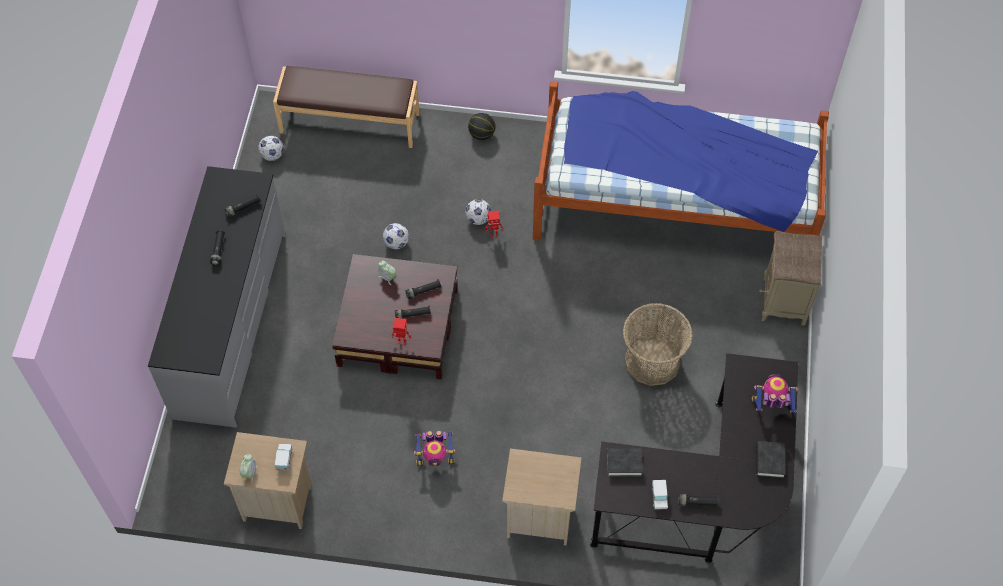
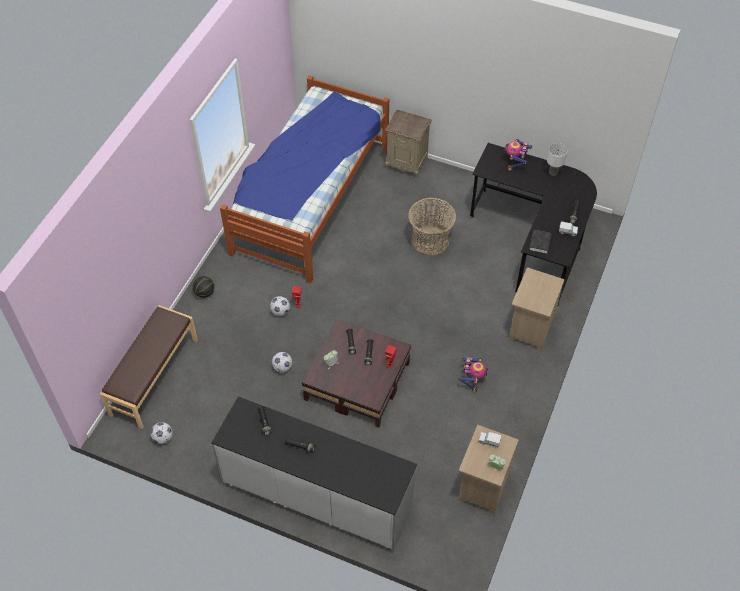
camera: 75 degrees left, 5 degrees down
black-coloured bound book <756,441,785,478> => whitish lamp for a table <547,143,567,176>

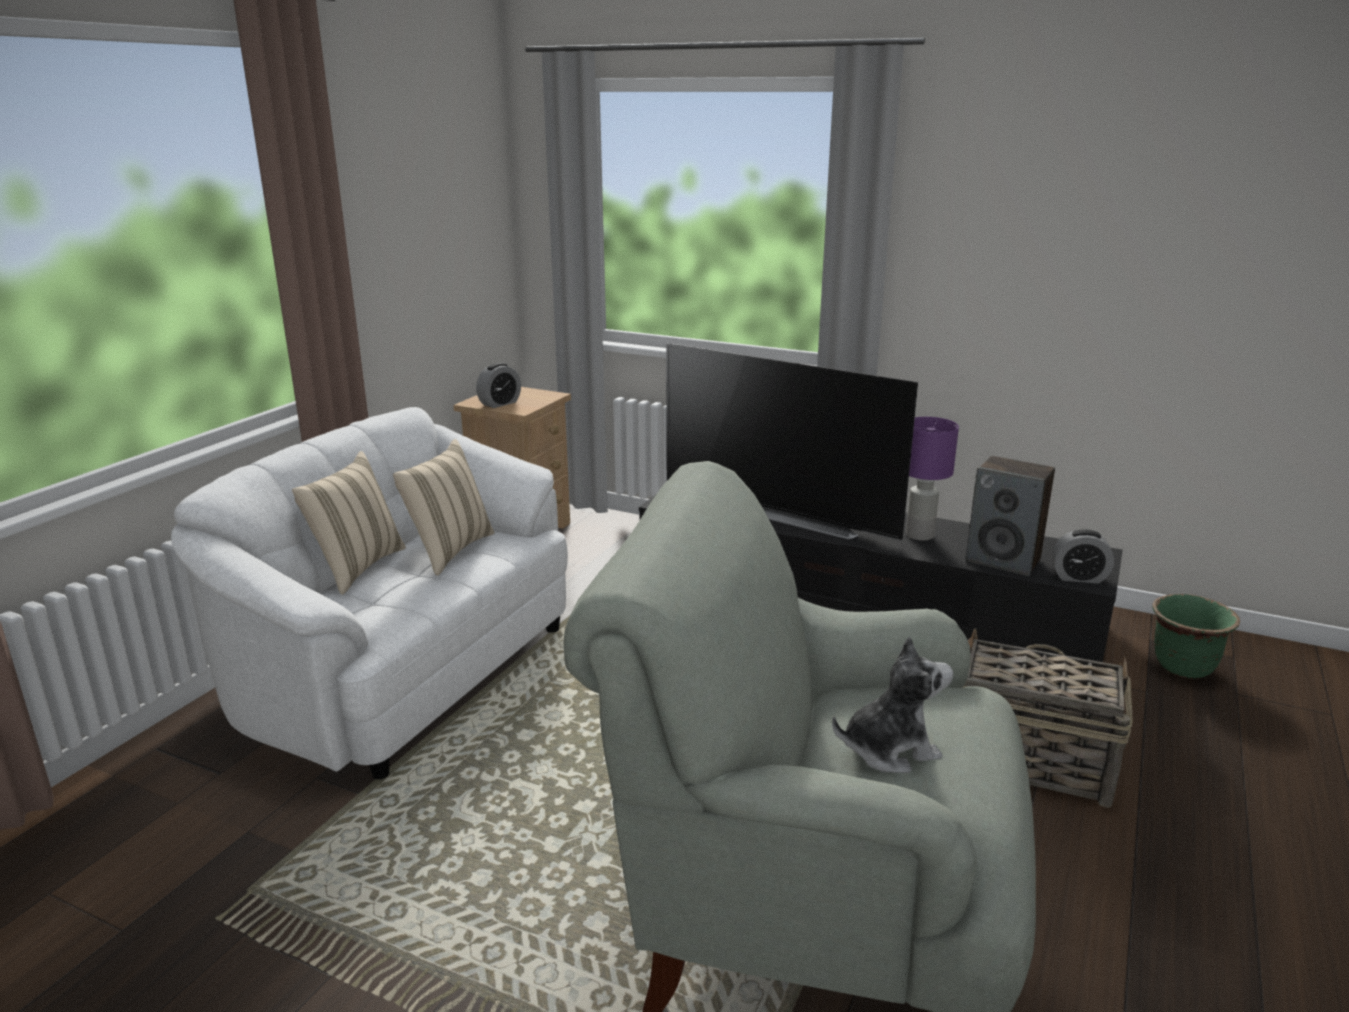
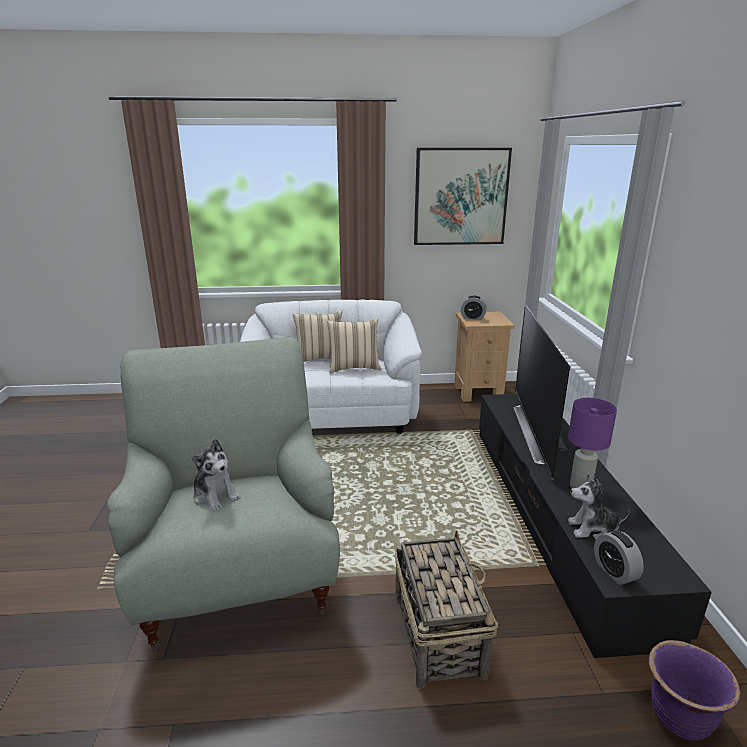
camera: 60 degrees right, 0 degrees up
loudspeaker <965,456,1055,576> => plush toy <568,474,630,539>
greenish planter <1152,594,1240,679> => purplish planter <648,640,741,741>
nothing => picture <414,148,512,245>

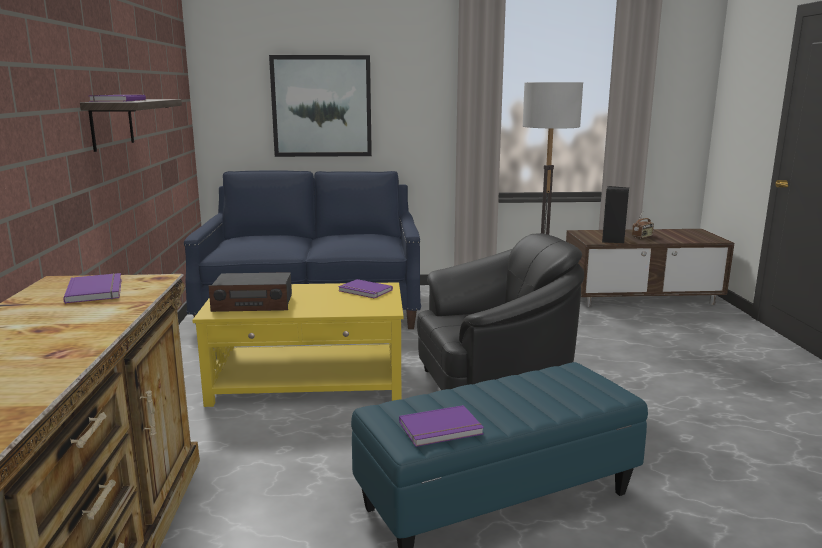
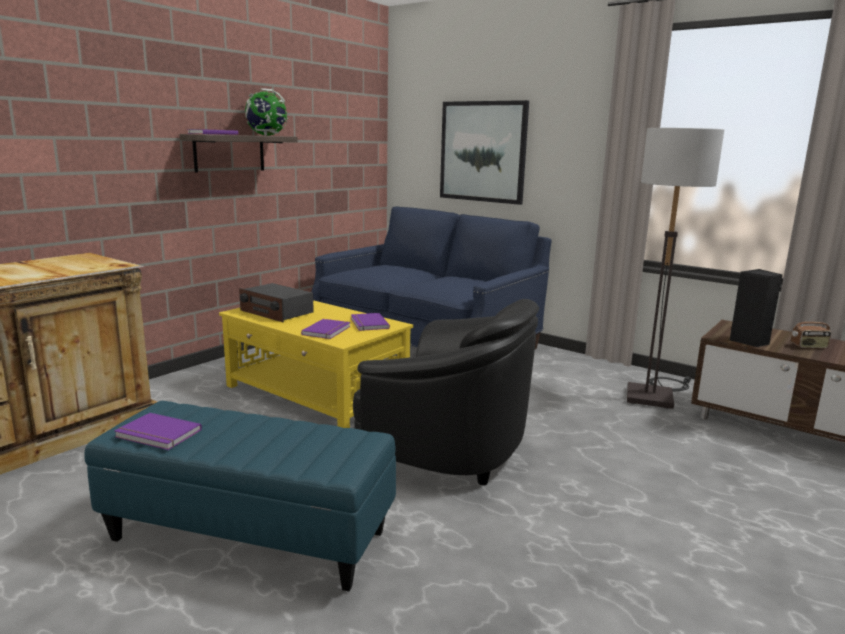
camera: 40 degrees right, 0 degrees up
purplish bound book <63,273,122,304> => purplish bound book <301,319,351,339>, shifted
nothing => globe <245,88,288,136>

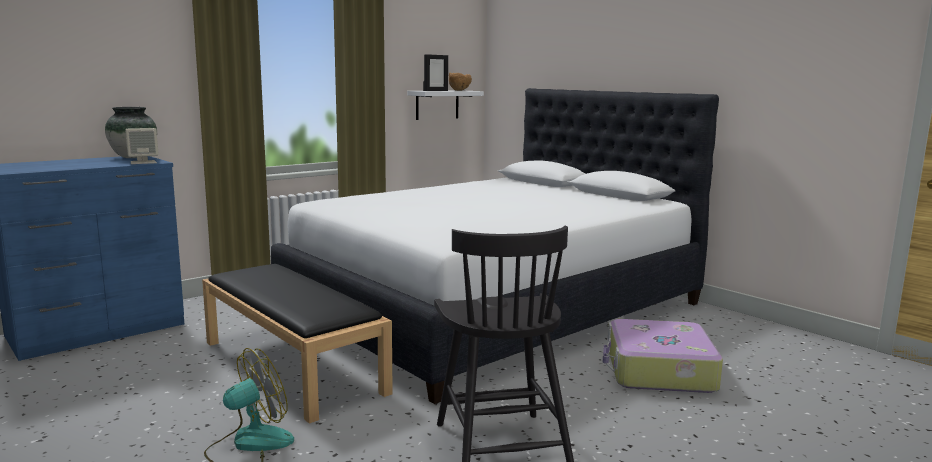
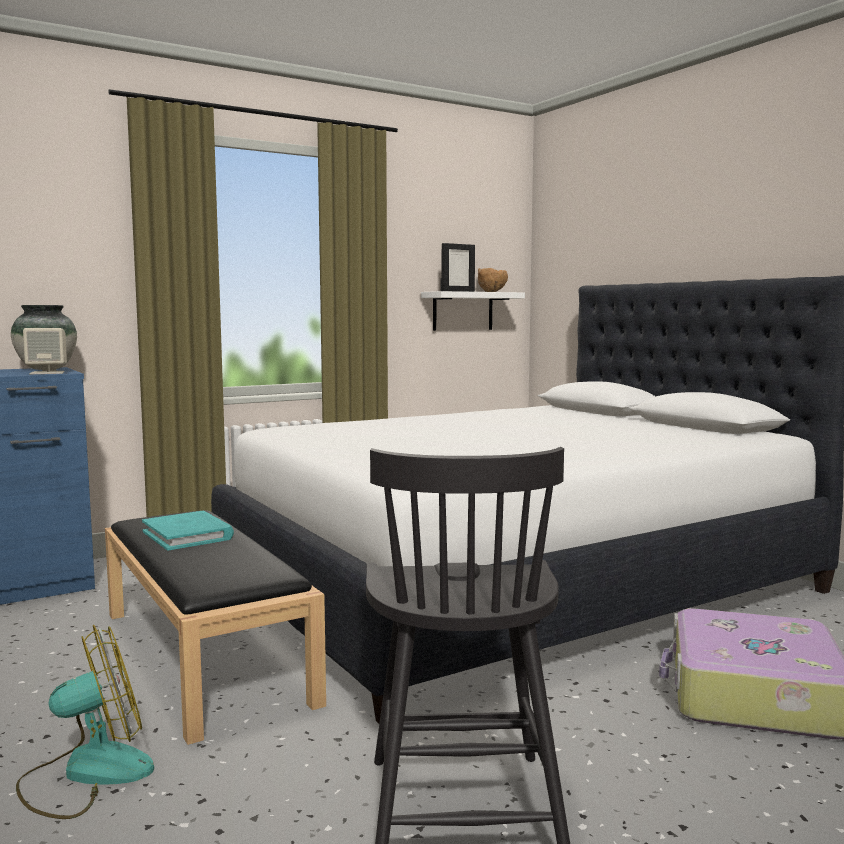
camera: 10 degrees right, 5 degrees down
nothing => blue-green bound book <142,511,234,550>

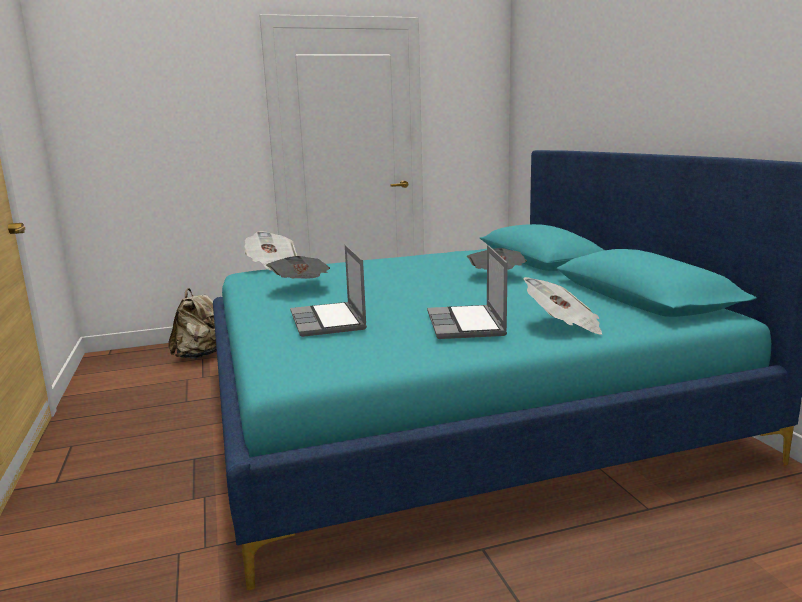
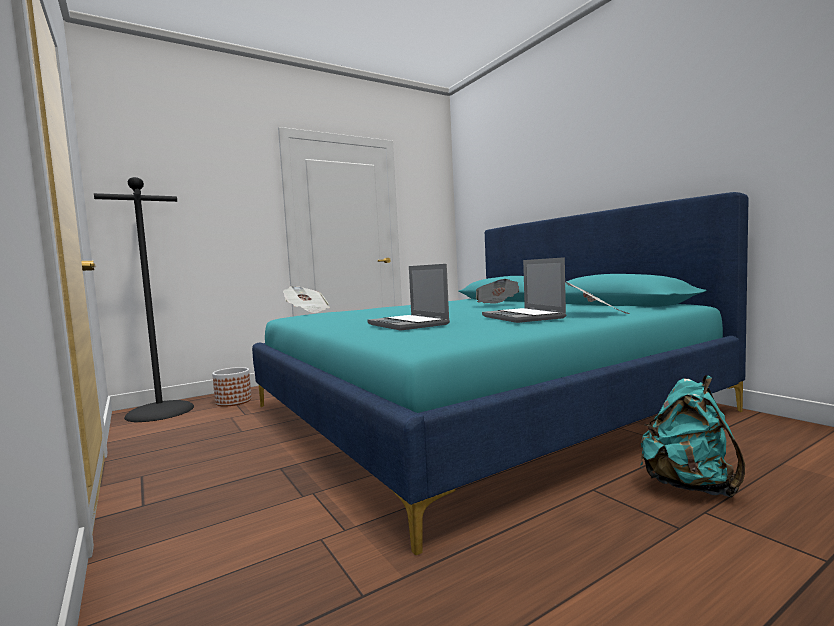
camera: 15 degrees left, 10 degrees down
printed paper <266,256,330,279> => nothing
sand-coloured rucksack <168,288,217,359> => planter <212,367,252,407>
nothing => black-coloured clothes rack <94,177,194,422>
nothing => blue-green rucksack <640,375,745,498>

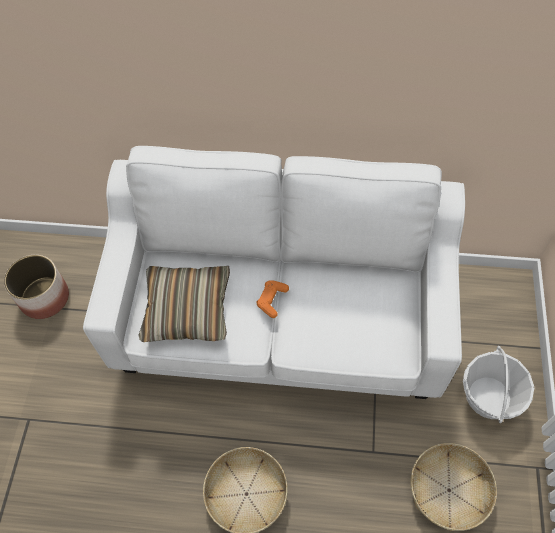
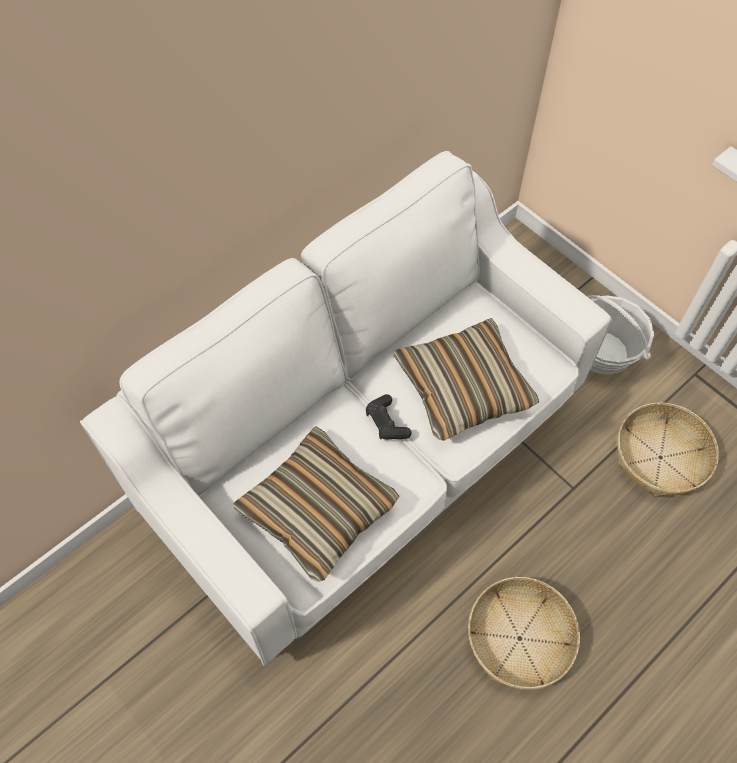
camera: 50 degrees left, 0 degrees up
planter <4,255,69,319> => nothing
orange-coloured game controller <257,280,289,318> => black-coloured game controller <366,394,411,440>
nothing => pillow <394,318,539,441>

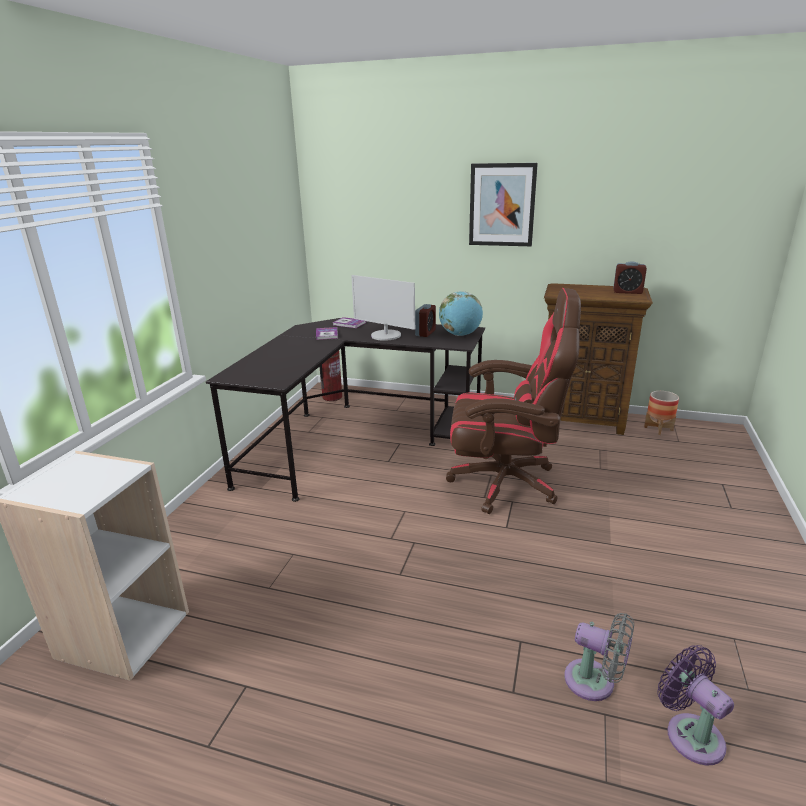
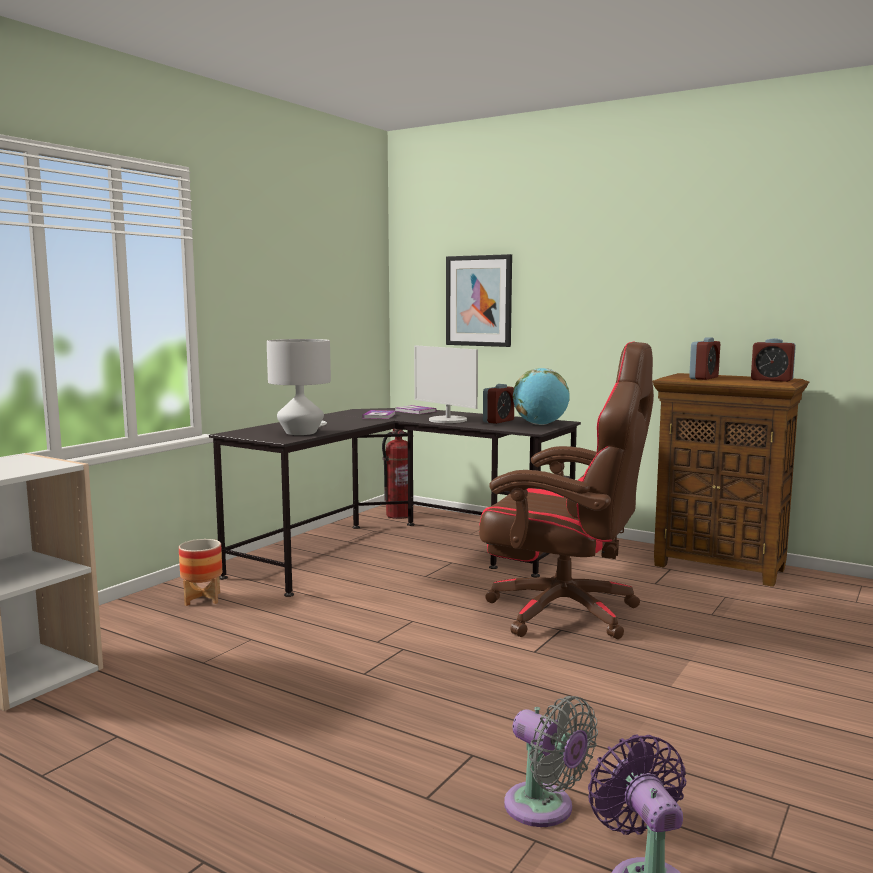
camera: 15 degrees right, 15 degrees down
picture <469,163,538,246> => picture <446,254,512,347>, shifted
planter <644,391,679,435> => planter <179,539,222,606>, shifted
nothing => bedside clock <689,337,720,380>
nothing => whitish lamp for a table <267,339,331,435>

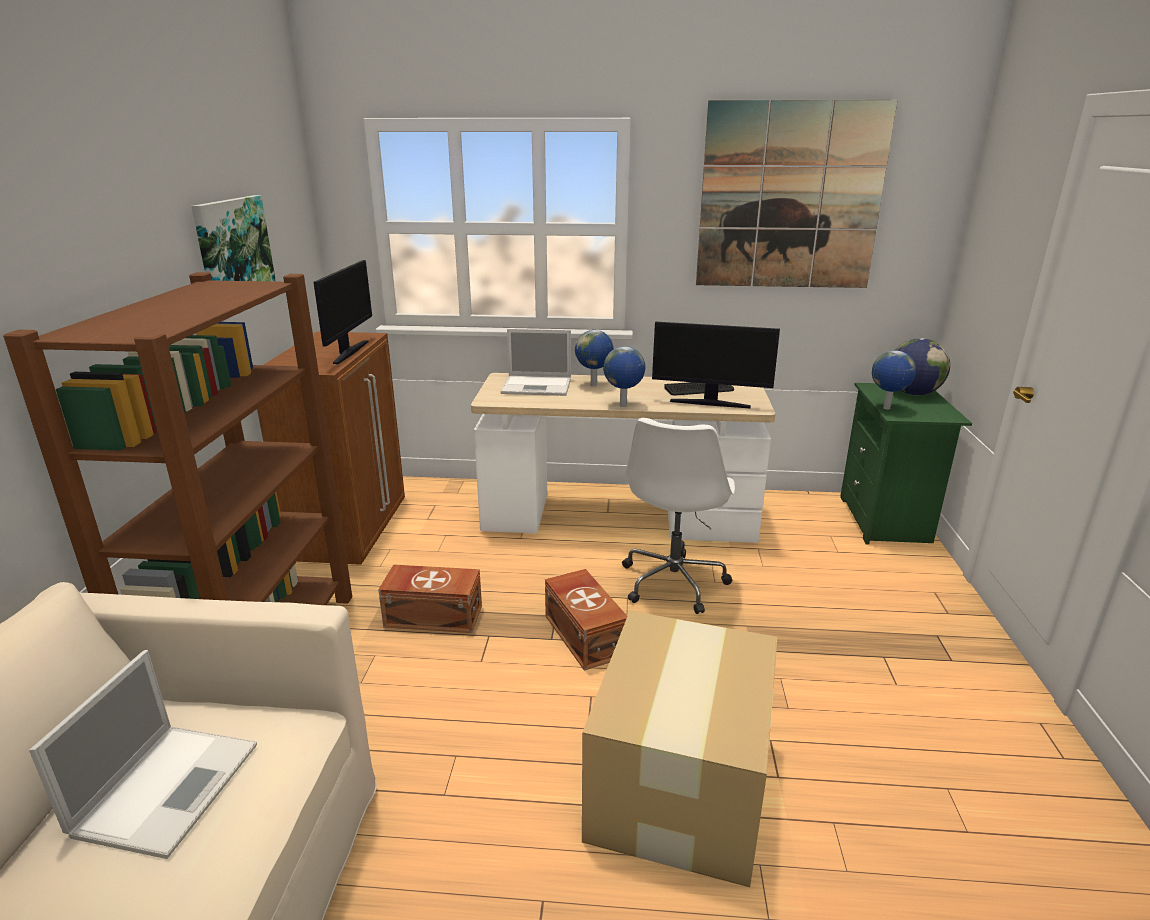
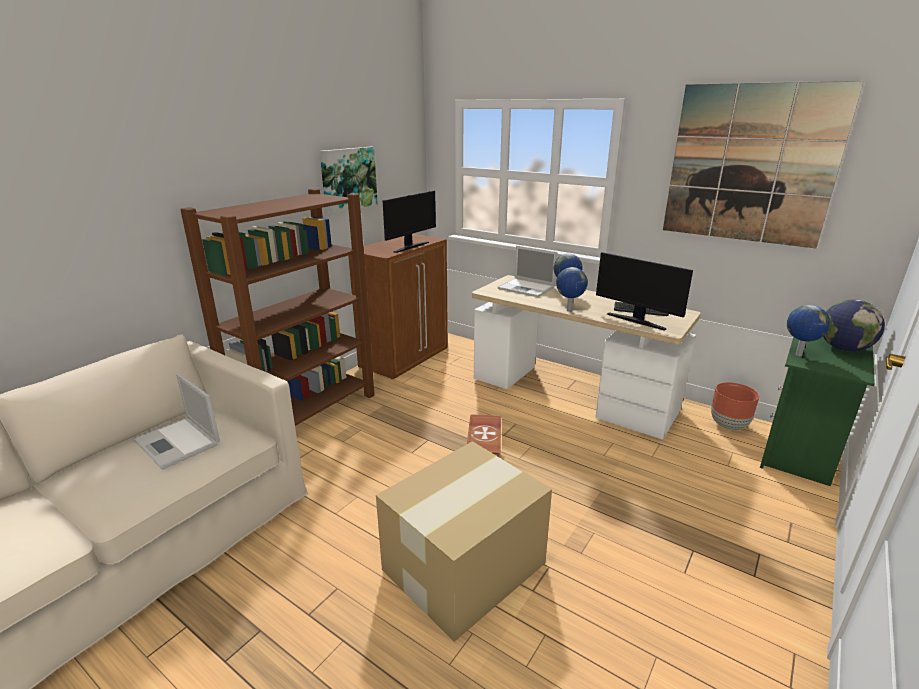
camera: 30 degrees right, 0 degrees up
whitish computer chair <622,418,735,614> => nothing
brownish storage bin <378,564,482,633> => nothing
laptop <29,650,257,859> => laptop <133,373,220,470>, 90 degrees clockwise
nothing => brownish planter <711,382,759,430>

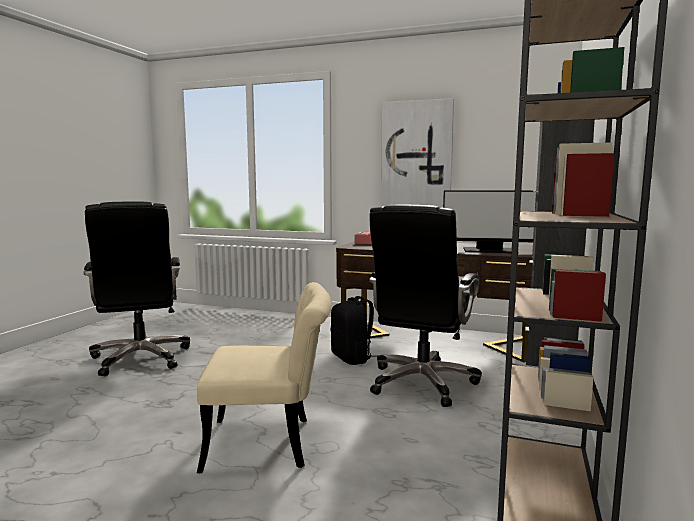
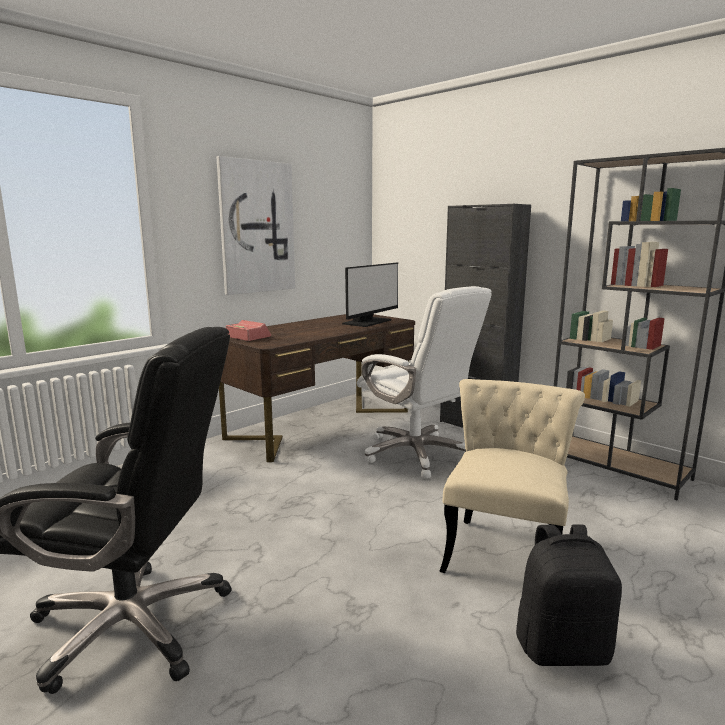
camera: 65 degrees left, 5 degrees up
black-coloured computer chair <369,205,482,407> => whitish computer chair <357,286,492,478>
black-coloured rucksack <331,296,379,365> => black-coloured rucksack <516,524,622,666>, shifted

